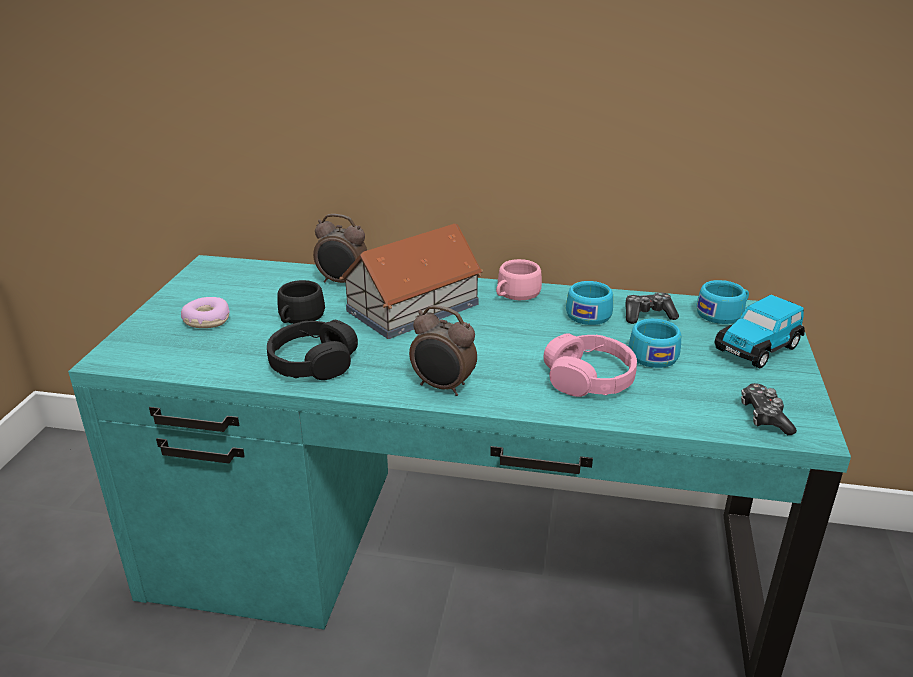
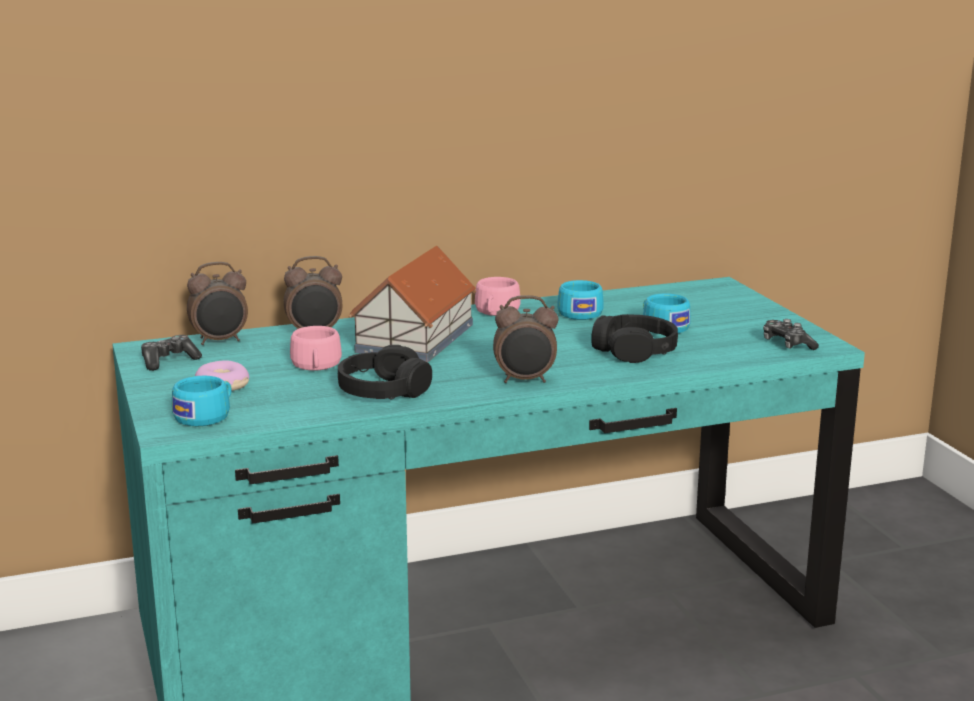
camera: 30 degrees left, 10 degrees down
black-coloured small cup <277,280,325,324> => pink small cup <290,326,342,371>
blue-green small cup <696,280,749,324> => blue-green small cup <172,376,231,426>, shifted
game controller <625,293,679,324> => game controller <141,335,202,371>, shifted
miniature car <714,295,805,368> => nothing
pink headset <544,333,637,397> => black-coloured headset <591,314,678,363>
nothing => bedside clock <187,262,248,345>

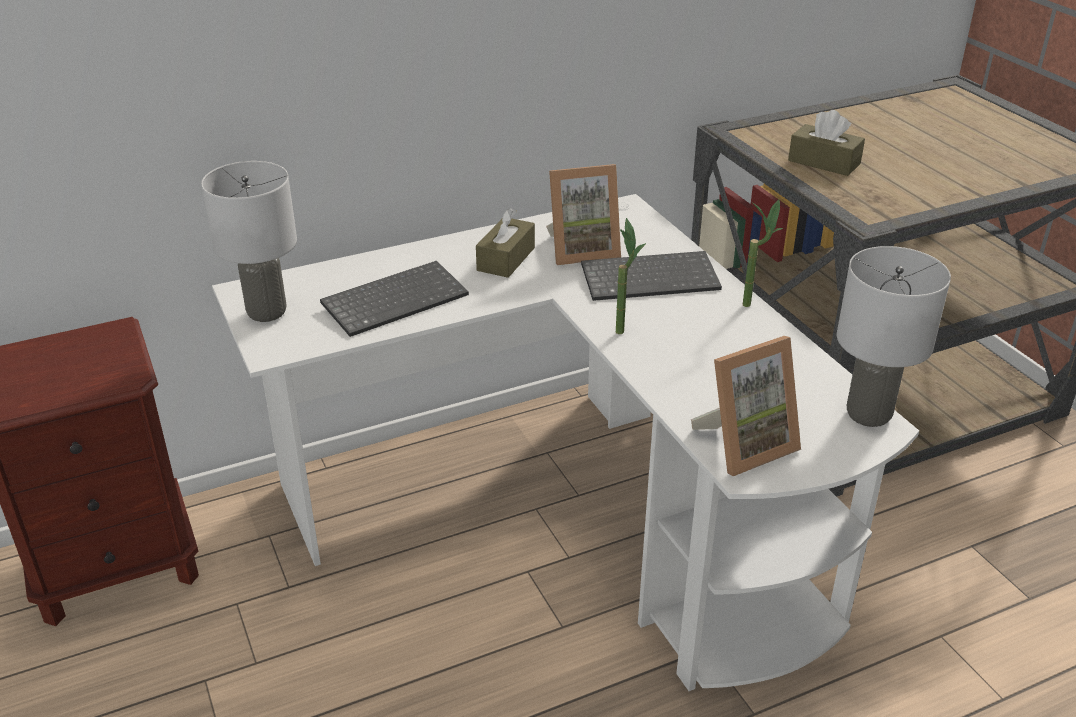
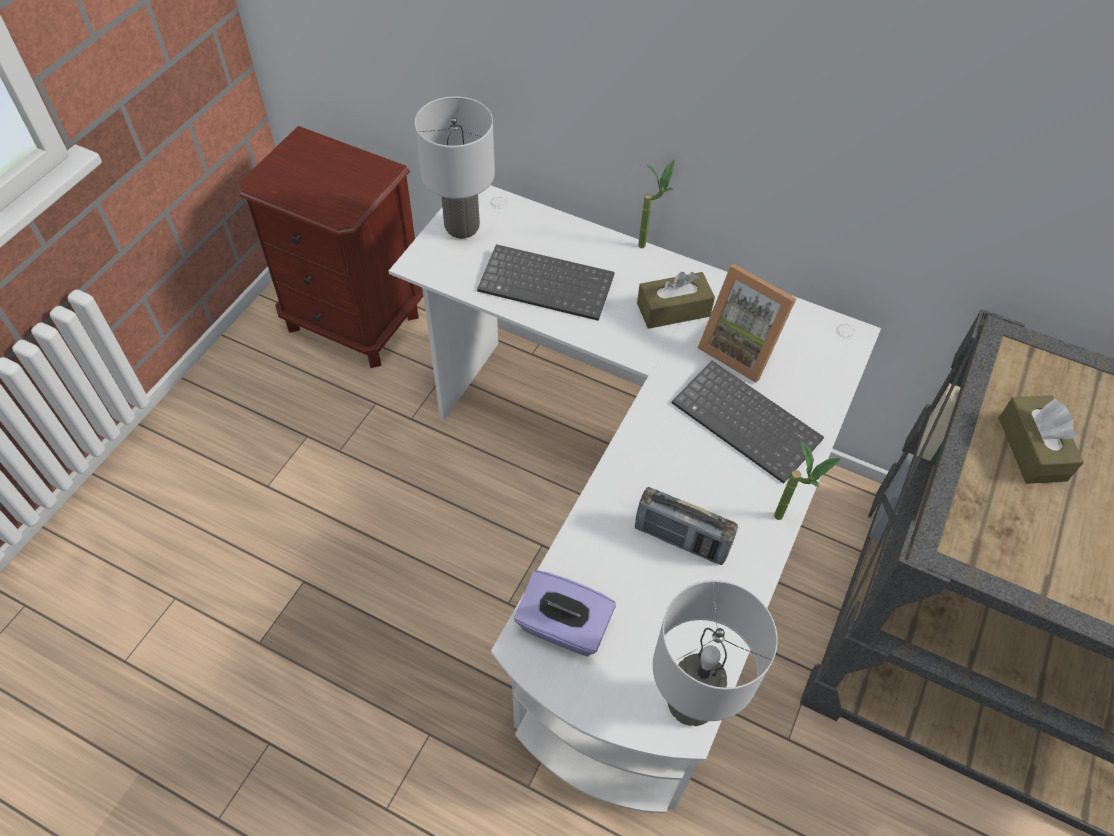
camera: 50 degrees right, 20 degrees up
plant in a pot <616,218,646,334> => plant in a pot <638,160,674,248>, shifted
photo frame <691,336,801,476> => purplish tissue box <514,570,616,657>
nothing => radio <635,487,738,565>

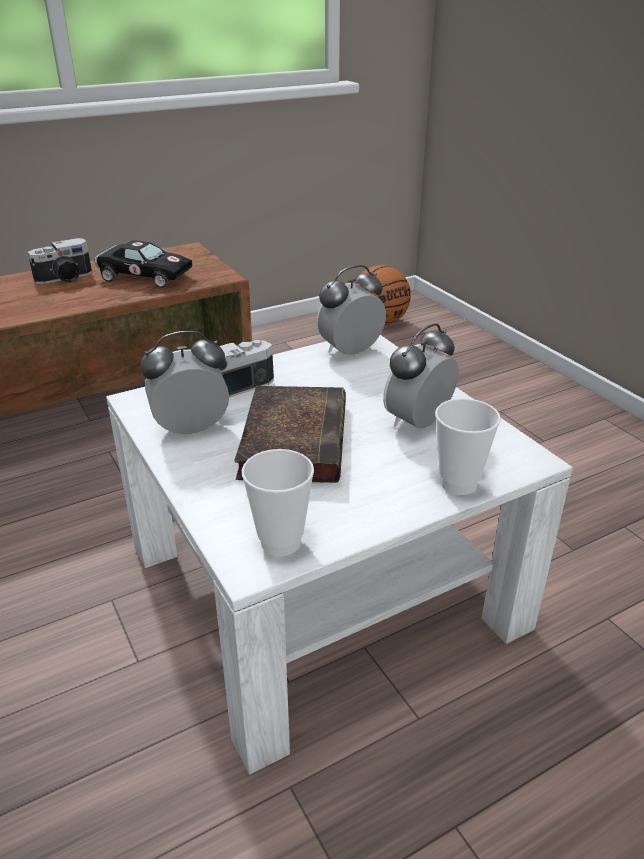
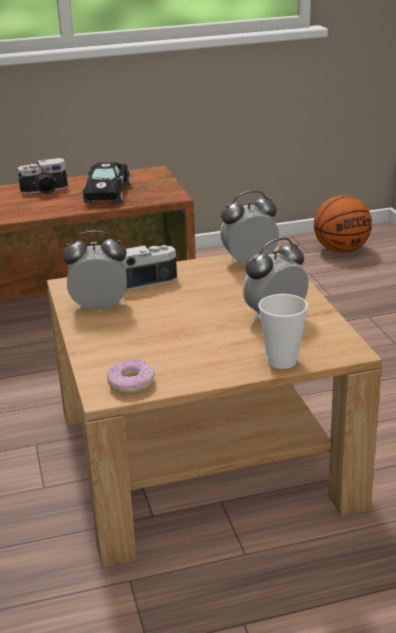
camera: 15 degrees right, 5 degrees down
black-coloured miniature car <94,240,192,288> => black-coloured miniature car <83,162,131,203>, 60 degrees clockwise
whitish coffee table <106,335,573,774> => brownish coffee table <47,247,382,568>
bound book <234,386,346,483> => nothing
small cup <242,449,314,556> => doughnut <107,359,155,394>

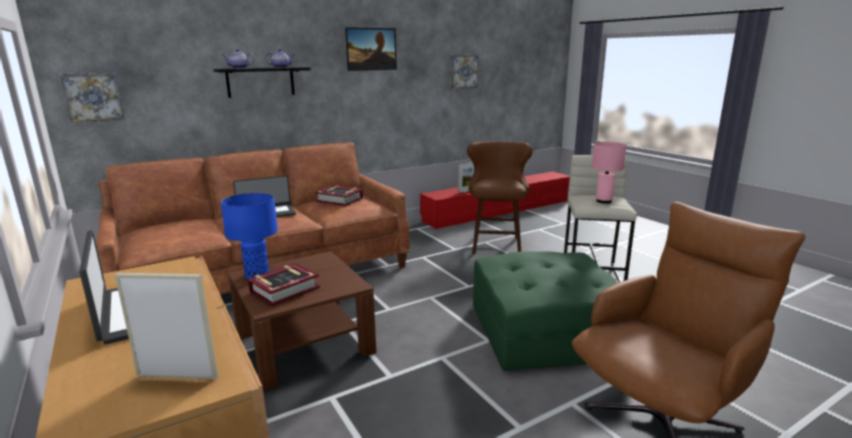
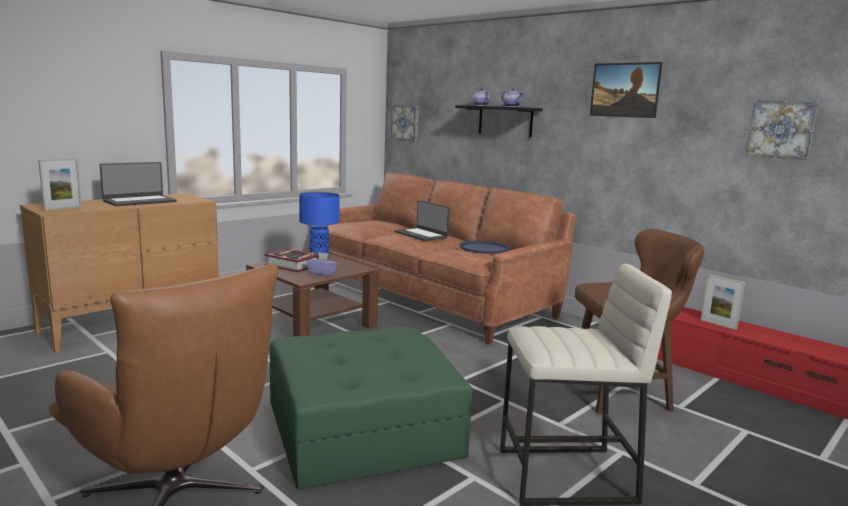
camera: 75 degrees right, 5 degrees down
pink lamp for a table <592,142,626,204> => nothing
bound book <315,186,363,206> => blue-coloured carrying tray <459,241,510,254>
photo frame <115,273,218,380> => photo frame <38,159,82,211>, 45 degrees clockwise
nothing => purplish tissue box <307,252,337,276>

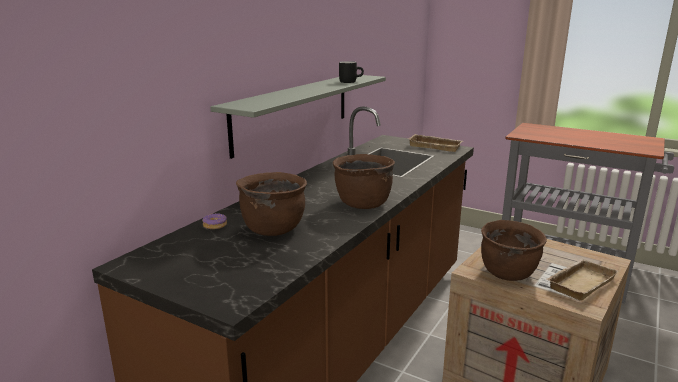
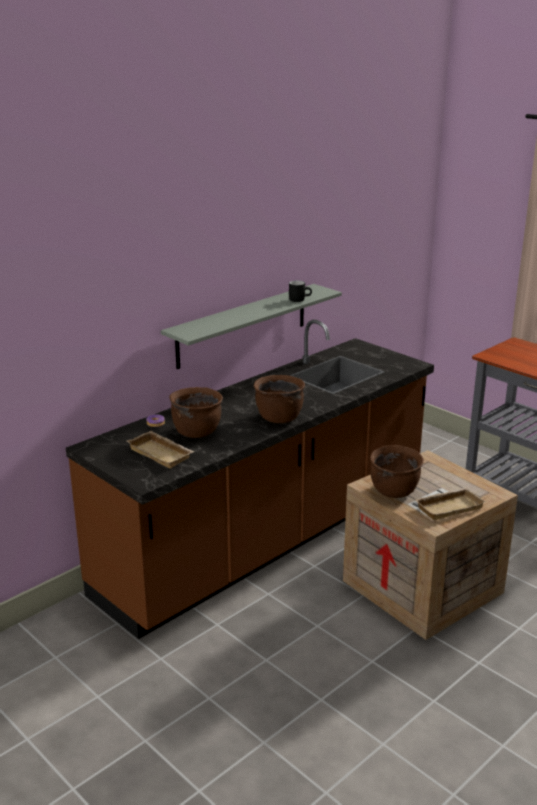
camera: 15 degrees right, 5 degrees up
sand-coloured carrying tray <408,134,463,152> => sand-coloured carrying tray <127,431,195,469>, shifted

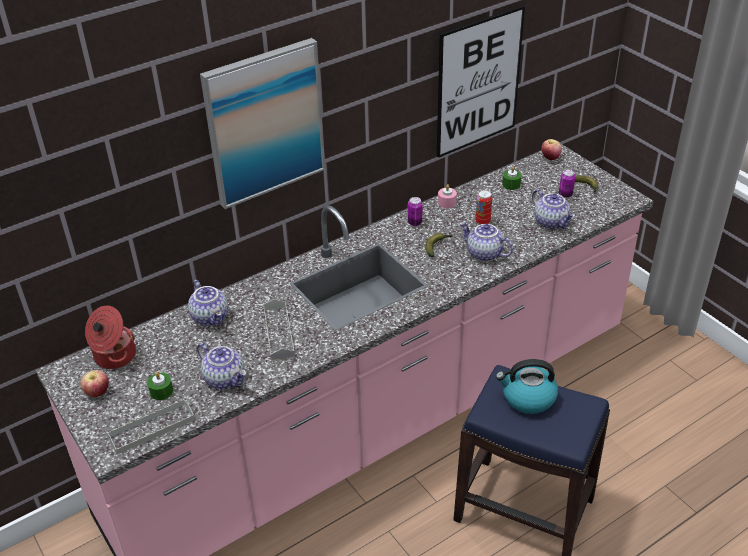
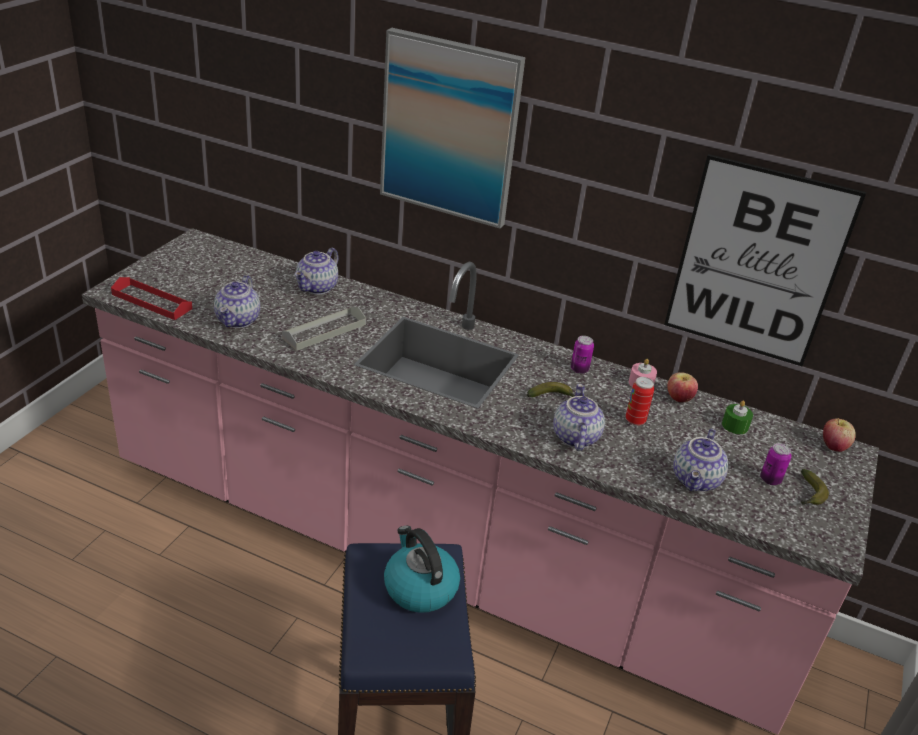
camera: 55 degrees right, 5 degrees down
saucepot <85,306,136,369> => nothing
whole apple <80,370,109,397> => whole apple <667,372,698,402>, shifted
greenish wax candle <147,372,173,400> => nothing
greyish carrying tray <107,399,195,455> => red carrying tray <111,277,192,320>

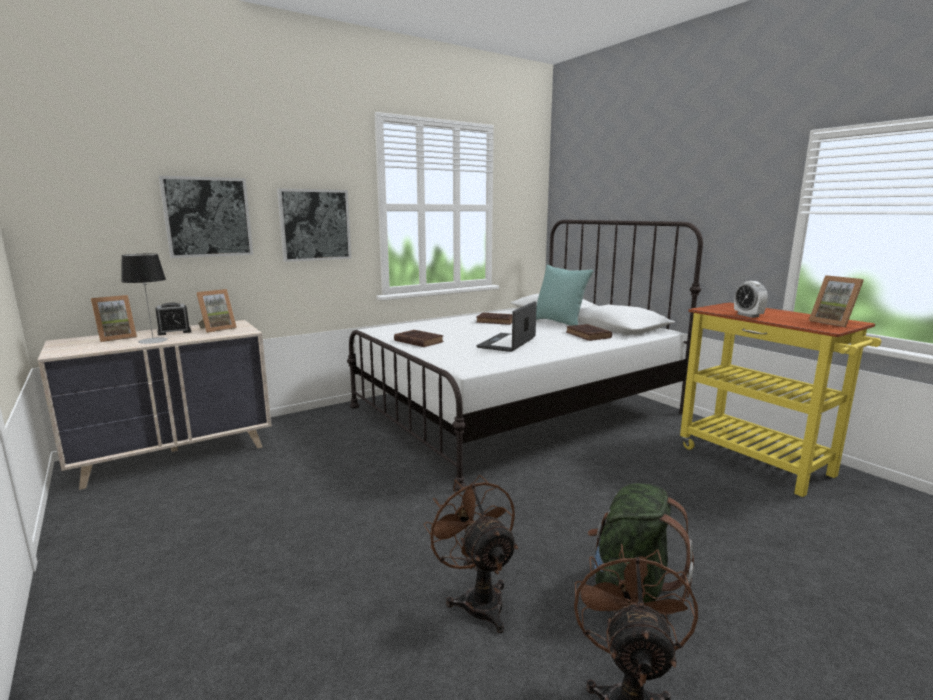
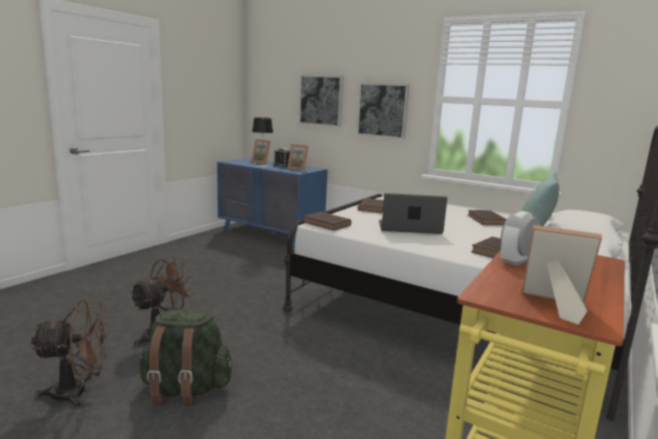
camera: 65 degrees right, 0 degrees up
photo frame <809,275,864,327> => photo frame <522,225,602,325>, 75 degrees clockwise
sand-coloured chest of drawers <38,320,272,490> => blue-coloured chest of drawers <217,158,328,248>
nothing => brownish bound book <303,212,351,231>

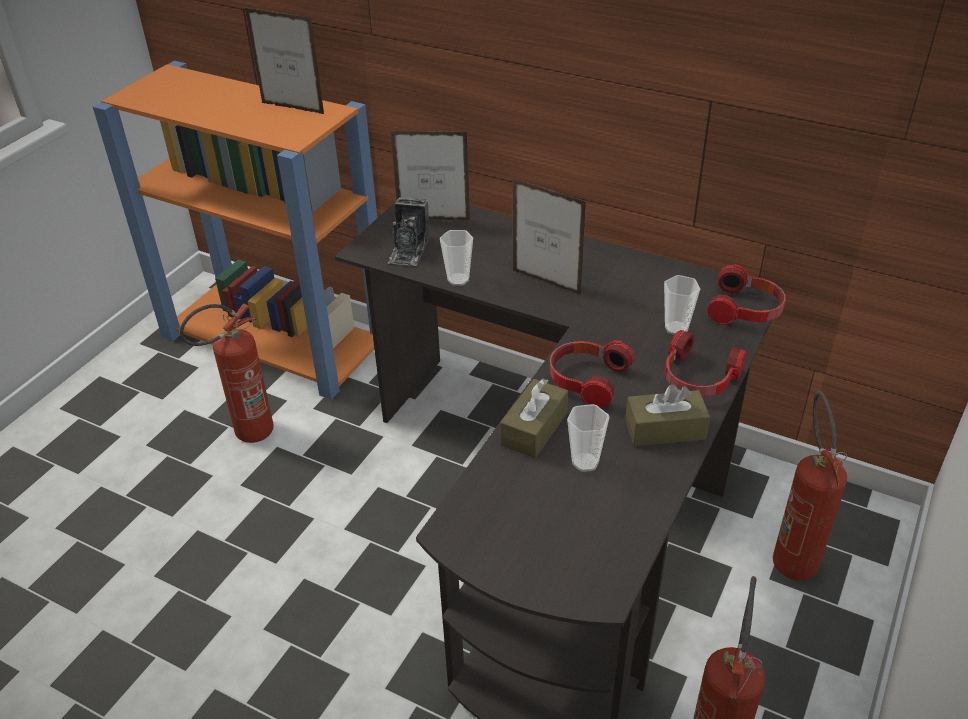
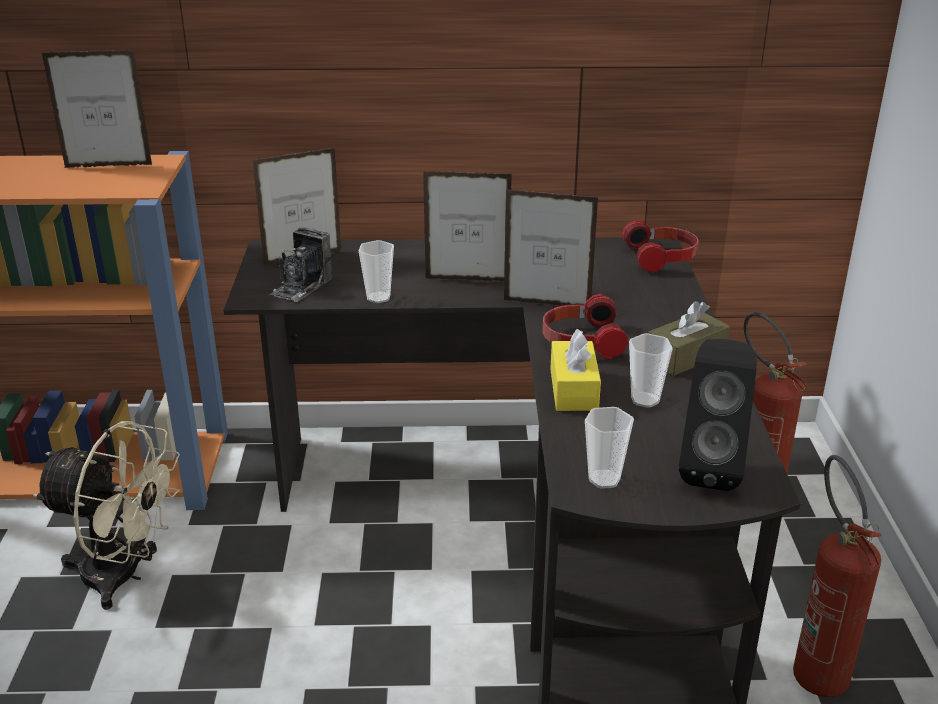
camera: 30 degrees left, 10 degrees down
still camera <388,197,429,266> => still camera <270,227,332,302>, 45 degrees clockwise
small cup <664,275,700,335> => small cup <585,407,634,489>, shifted
fire-fighting cylinder <180,303,273,443> => sand-coloured cooling fan <33,421,180,610>
headset <664,330,746,397> => nothing
brownish tissue box <500,379,568,458> => yellow tissue box <550,329,601,411>
nothing => photo frame <504,189,599,306>
nothing => black-coloured loudspeaker <679,339,757,491>

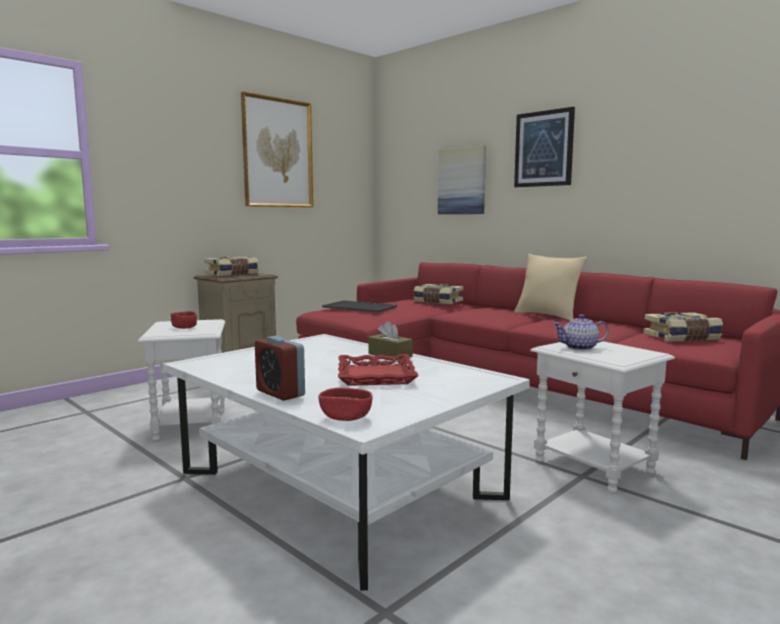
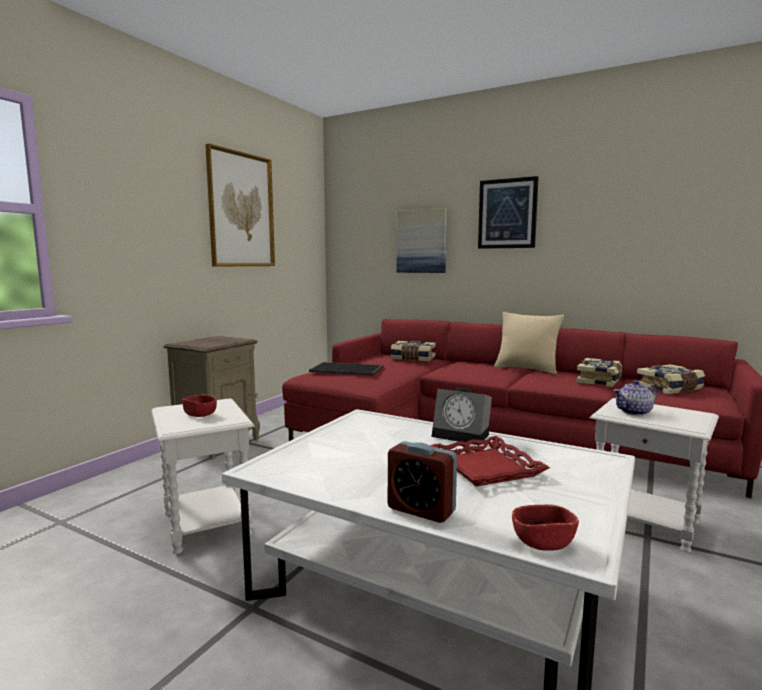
camera: 15 degrees left, 0 degrees up
bound book <204,256,259,276> => bound book <576,358,622,387>, shifted
brownish tissue box <368,321,413,361> => bedside clock <432,388,492,445>

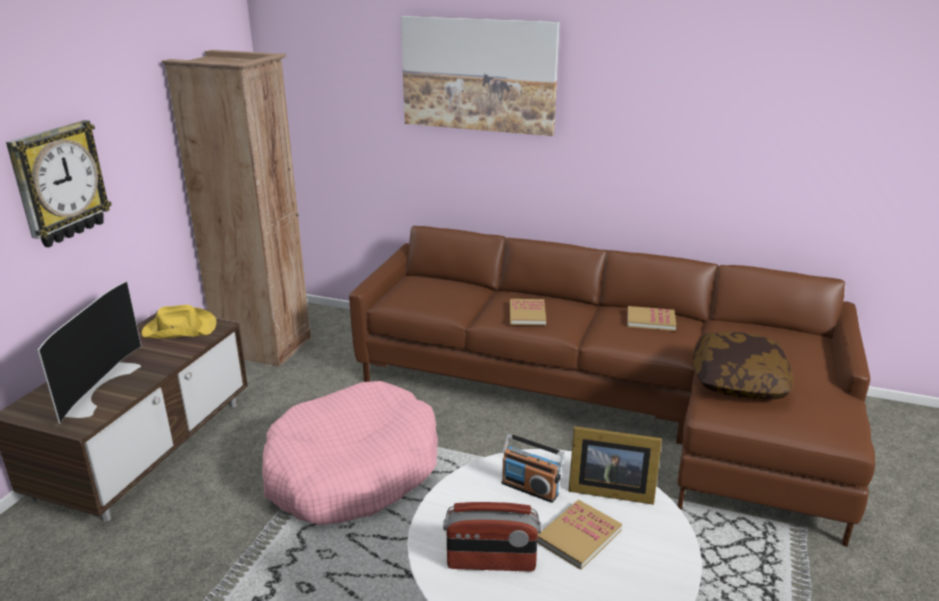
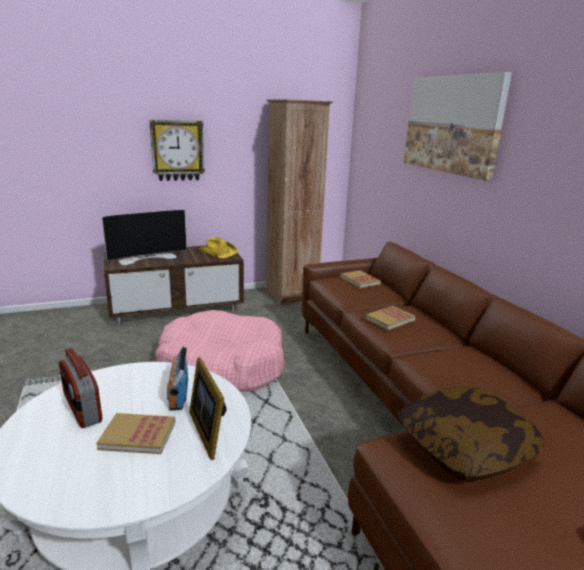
camera: 50 degrees right, 5 degrees down
bound book <627,306,676,331> => bound book <340,270,381,288>, shifted

